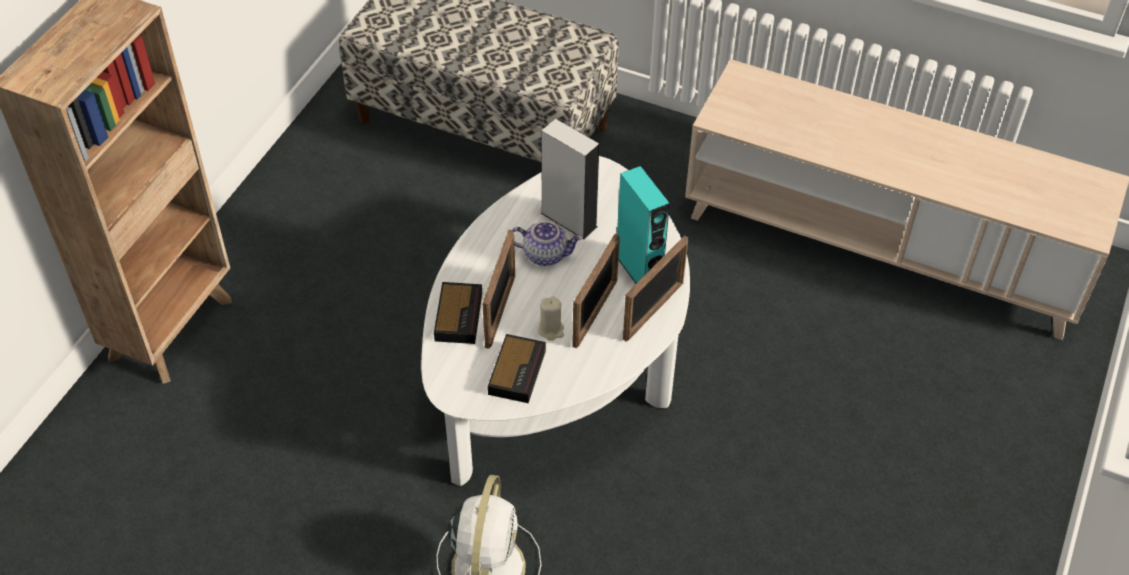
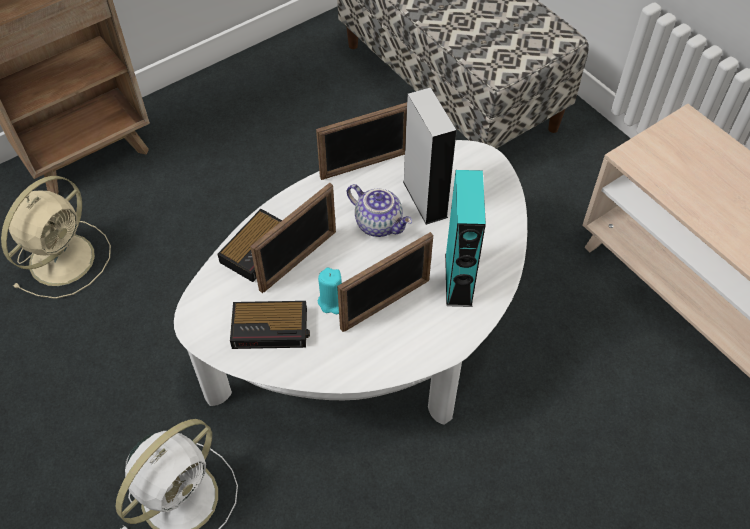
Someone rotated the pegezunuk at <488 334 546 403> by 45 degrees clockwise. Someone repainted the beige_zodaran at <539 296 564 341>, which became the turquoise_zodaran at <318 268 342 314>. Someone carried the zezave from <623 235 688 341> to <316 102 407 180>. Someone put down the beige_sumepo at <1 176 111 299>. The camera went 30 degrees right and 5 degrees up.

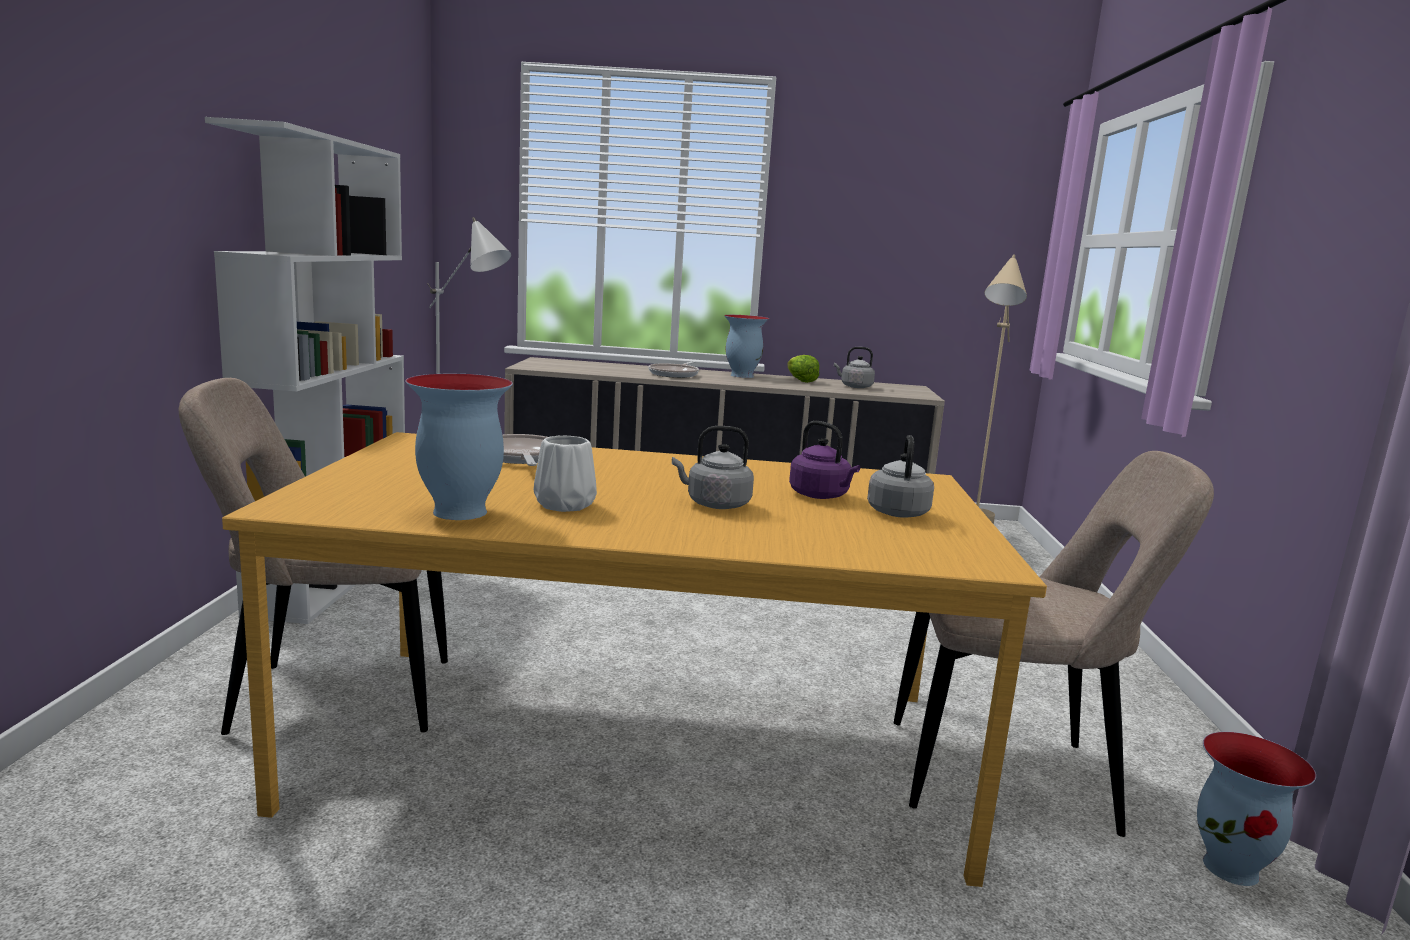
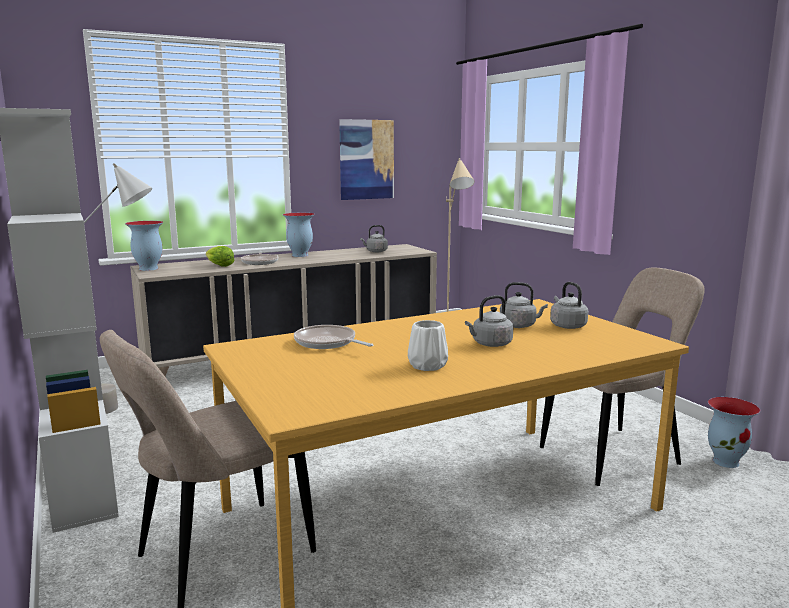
Someone carried the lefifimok from <405 374 513 520> to <125 221 163 271>. Someone carried the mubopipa from <787 355 819 383> to <206 246 234 267>. Someone repainted the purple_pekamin at <789 421 860 499>, which became the grey_pekamin at <500 282 548 328>. Someone put up the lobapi at <339 119 394 200>. The camera went 30 degrees left and 0 degrees up.

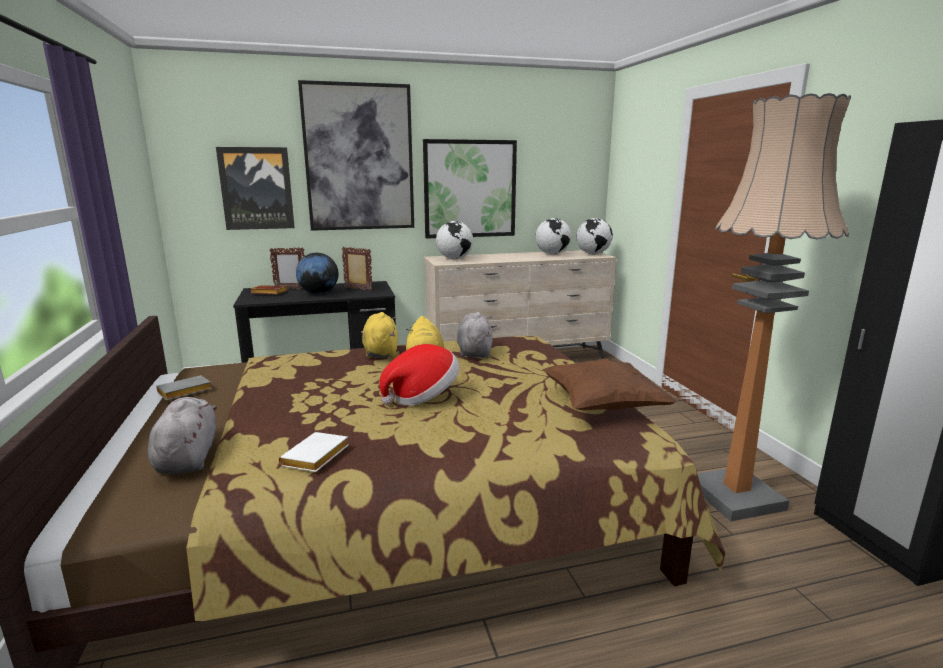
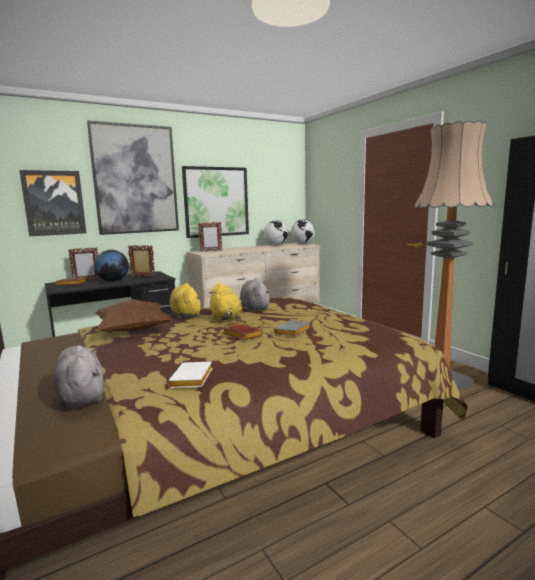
Someone carried the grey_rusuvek from <156 375 212 400> to <274 320 310 336>. Someone swapped the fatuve at <379 344 460 406> for the brown_rusuvek at <223 324 263 340>. Someone swapped the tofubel at <436 221 473 259> for the zezave at <198 222 223 252>. Someone carried the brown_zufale from <542 359 677 410> to <95 299 172 332>. The camera went 15 degrees left and 5 degrees down.

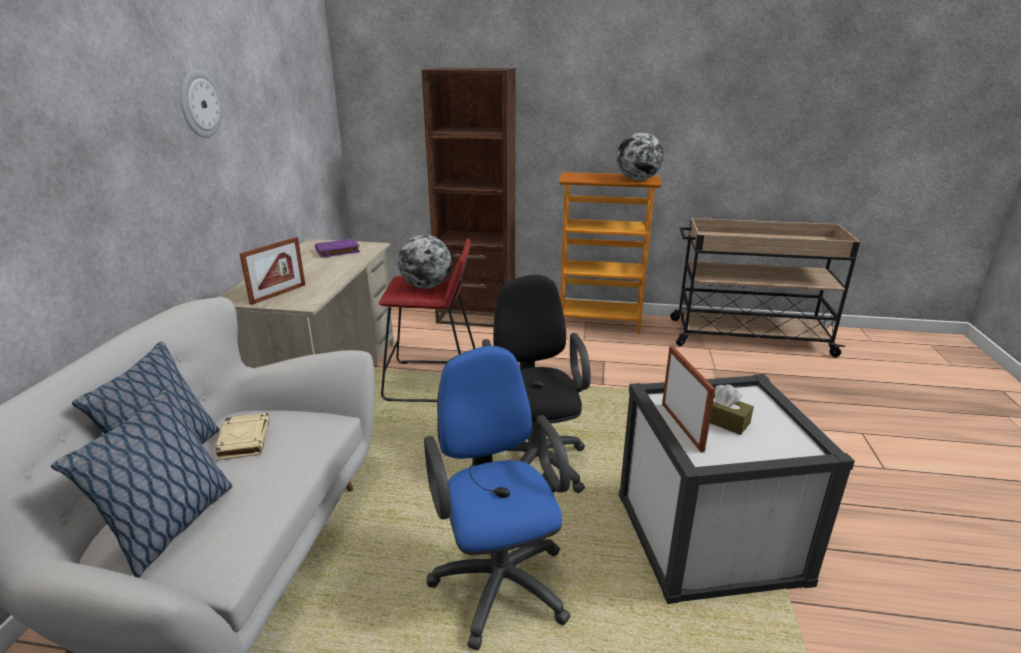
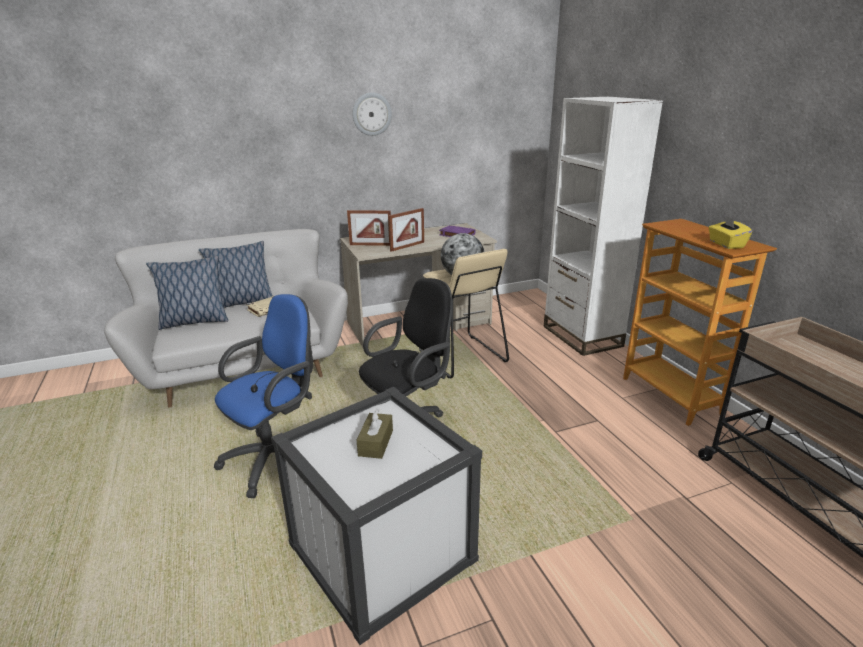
Someone repainted the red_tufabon at <379 238 476 402>, which became the beige_tufabon at <419 249 509 379>. Someone repainted the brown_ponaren at <422 68 516 327>, which became the white_ponaren at <544 97 663 356>. Someone swapped the tofubel at <617 132 664 180> for the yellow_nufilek at <709 215 752 249>. Someone carried the zezave from <662 346 715 453> to <389 208 424 252>. The camera went 60 degrees right and 0 degrees up.

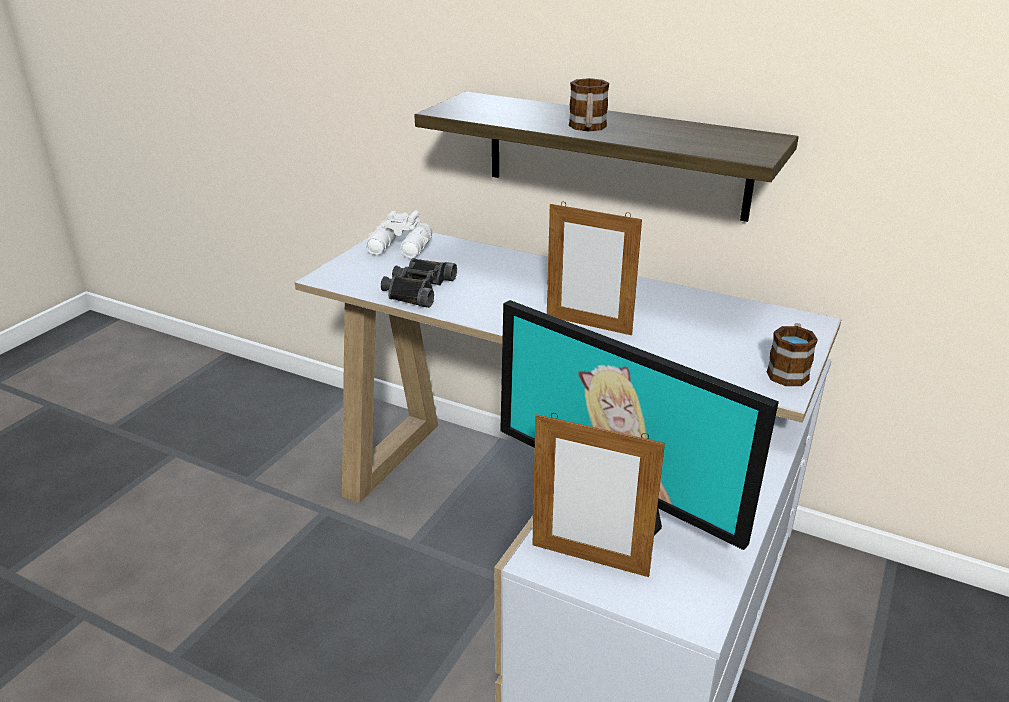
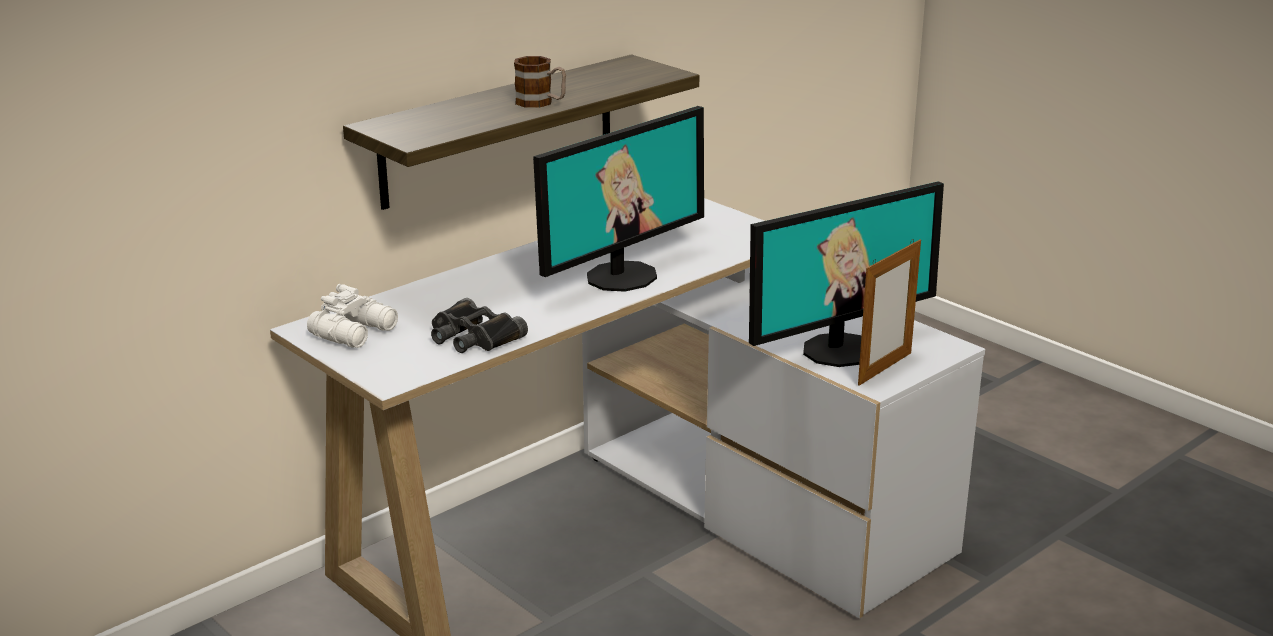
Someone swapped the zezave at <547 202 642 335> for the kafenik at <533 106 704 292>. Someone took away the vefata at <767 323 818 386>. The camera went 70 degrees left and 5 degrees down.

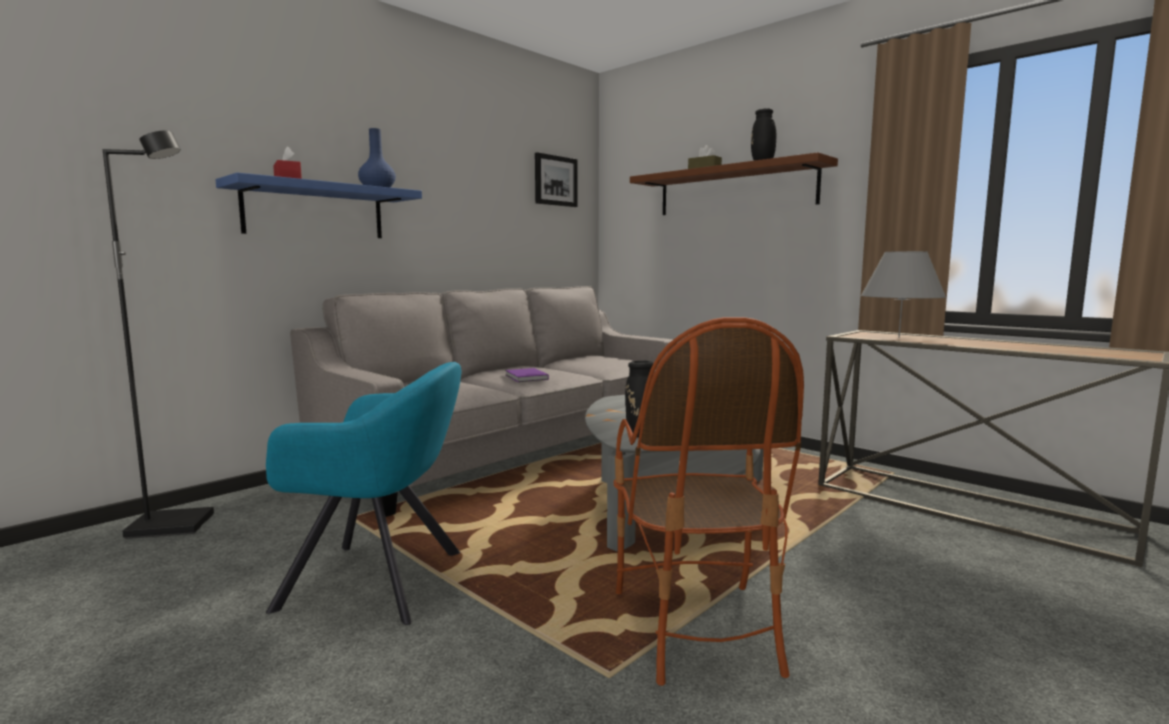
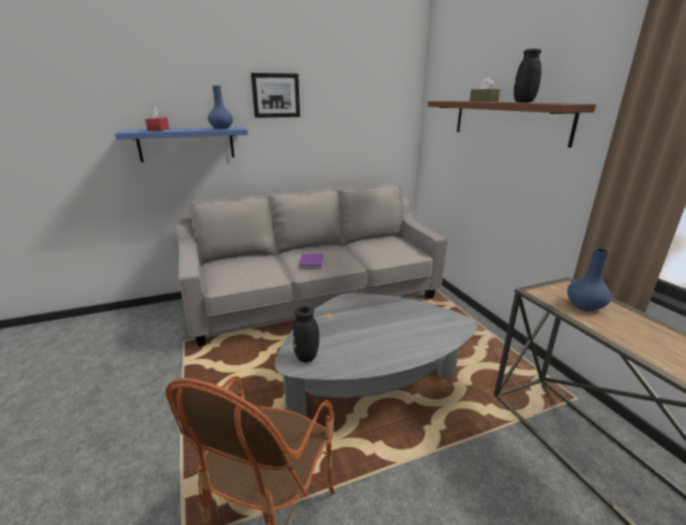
Someone took away the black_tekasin at <103 130 214 539>. Someone took away the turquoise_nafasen at <266 362 461 625>. Someone carried the lobapi from <535 152 578 207> to <251 73 300 118>. Someone swapped the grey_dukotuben at <861 251 946 338> for the blue_lefifimok at <567 248 612 311>. The camera went 25 degrees right and 15 degrees up.

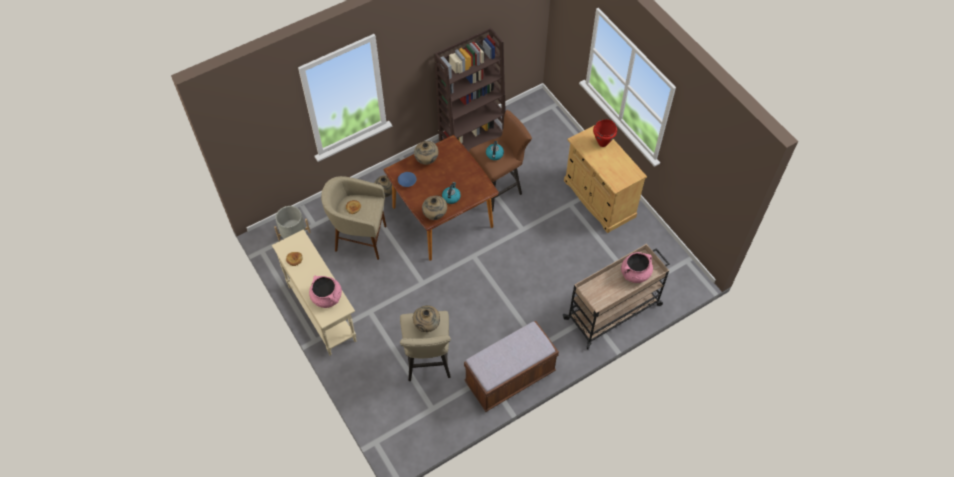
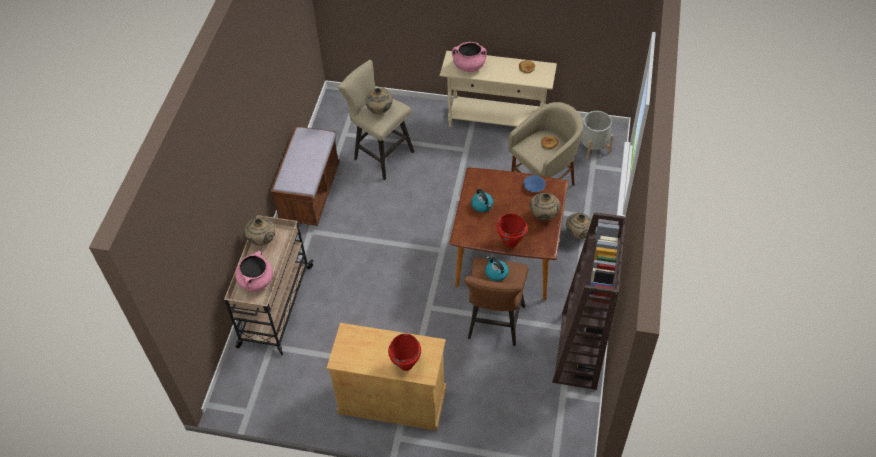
Someone carried the beige_lefifimok from <422 195 447 220> to <245 217 275 245>. Someone put down the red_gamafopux at <497 213 528 248>. The camera went 135 degrees right and 5 degrees down.

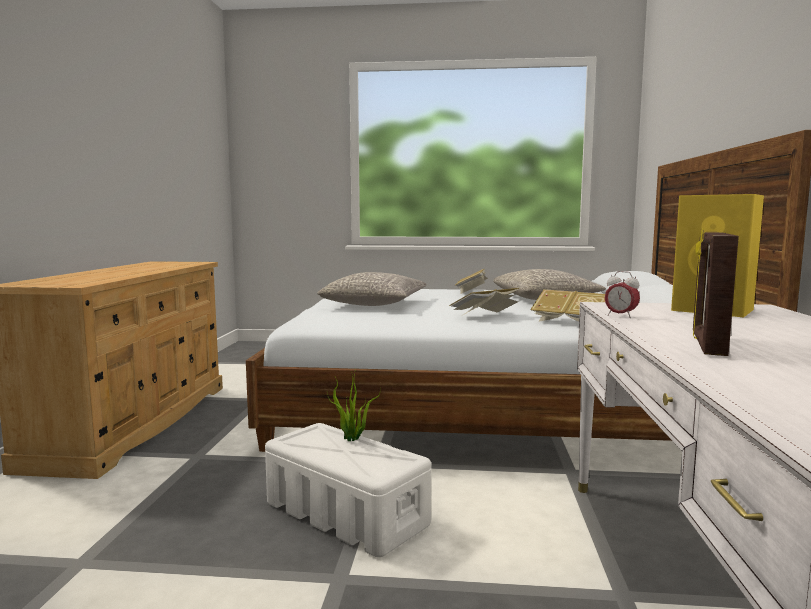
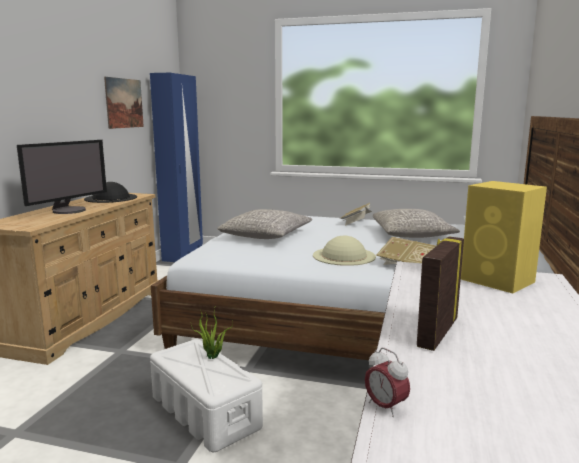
Someone swapped the rusuvek at <449 288 519 316> for the beige_fatuve at <313 236 376 266>. Someone carried the pegezunuk from <605 271 640 318> to <365 348 410 417>. Someone put down the kafenik at <17 140 107 214>. Someone put down the black_fatuve at <84 182 137 203>. Someone put up the lobapi at <104 77 144 129>. Someone put down the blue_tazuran at <150 73 203 262>. The camera went 10 degrees right and 5 degrees up.

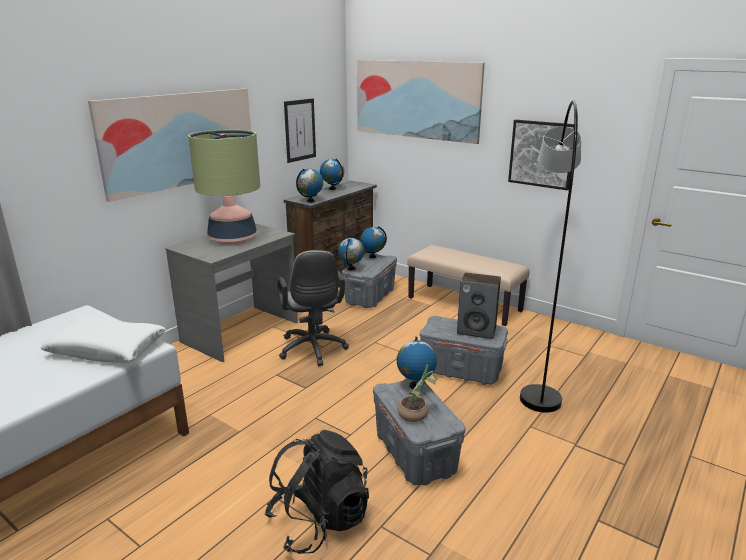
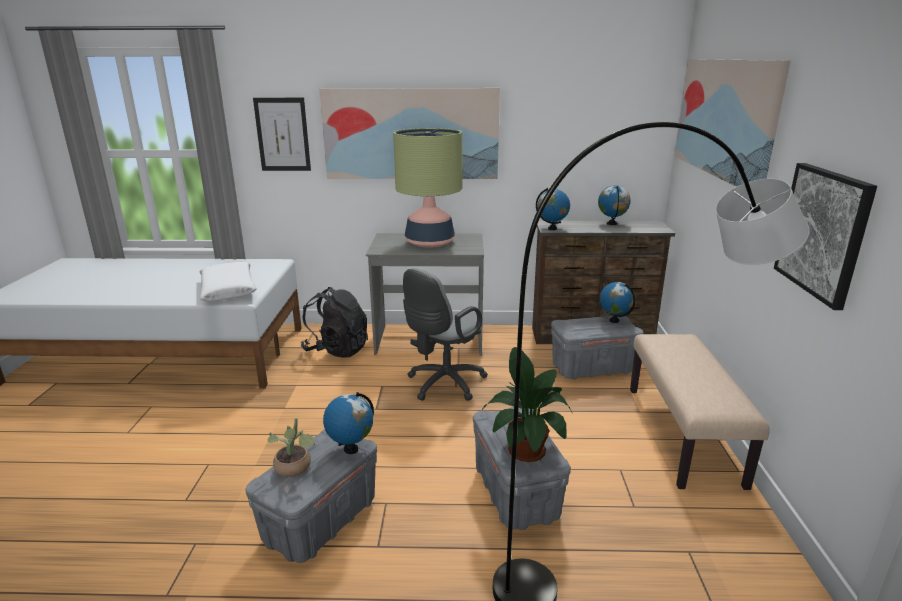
Someone carried the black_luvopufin from <265 430 369 554> to <301 287 368 358>. Someone carried the lobapi from <284 99 316 163> to <253 98 311 171>. Someone took away the tofubel at <338 238 364 270>. Someone swapped the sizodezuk at <457 273 501 339> for the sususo at <482 347 573 462>. The camera went 55 degrees right and 0 degrees up.

